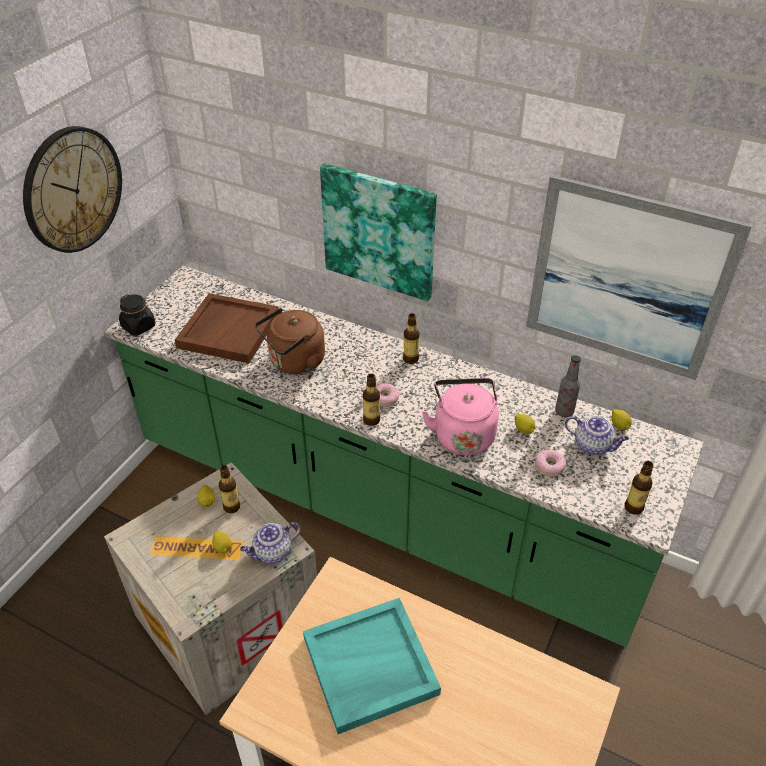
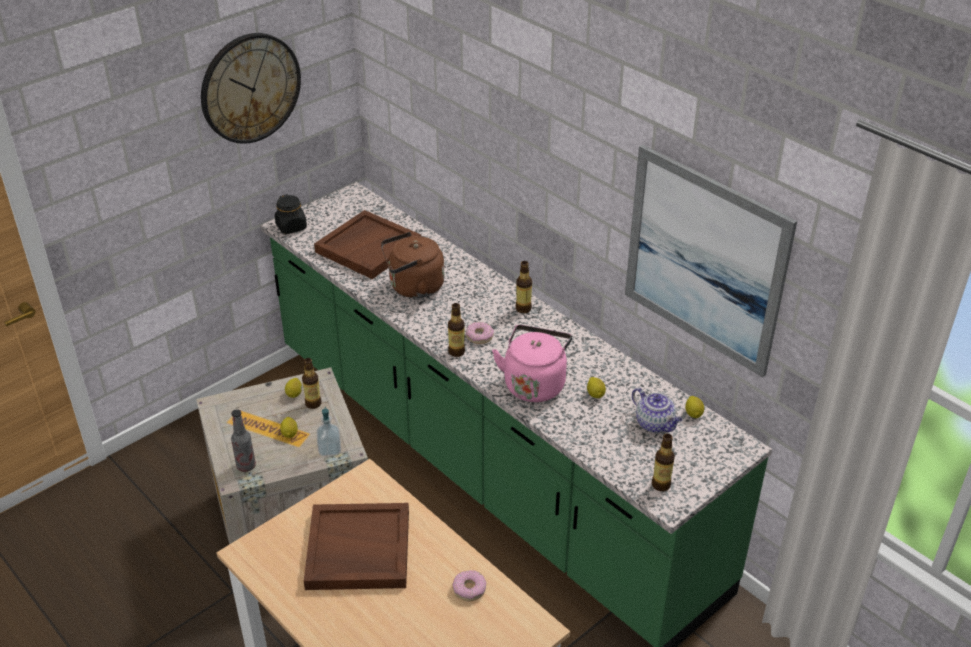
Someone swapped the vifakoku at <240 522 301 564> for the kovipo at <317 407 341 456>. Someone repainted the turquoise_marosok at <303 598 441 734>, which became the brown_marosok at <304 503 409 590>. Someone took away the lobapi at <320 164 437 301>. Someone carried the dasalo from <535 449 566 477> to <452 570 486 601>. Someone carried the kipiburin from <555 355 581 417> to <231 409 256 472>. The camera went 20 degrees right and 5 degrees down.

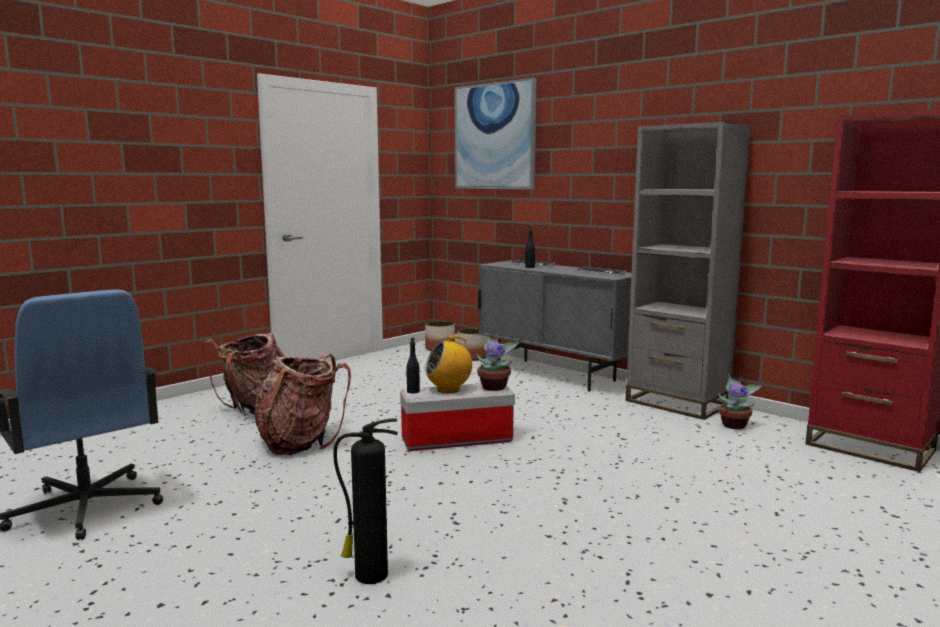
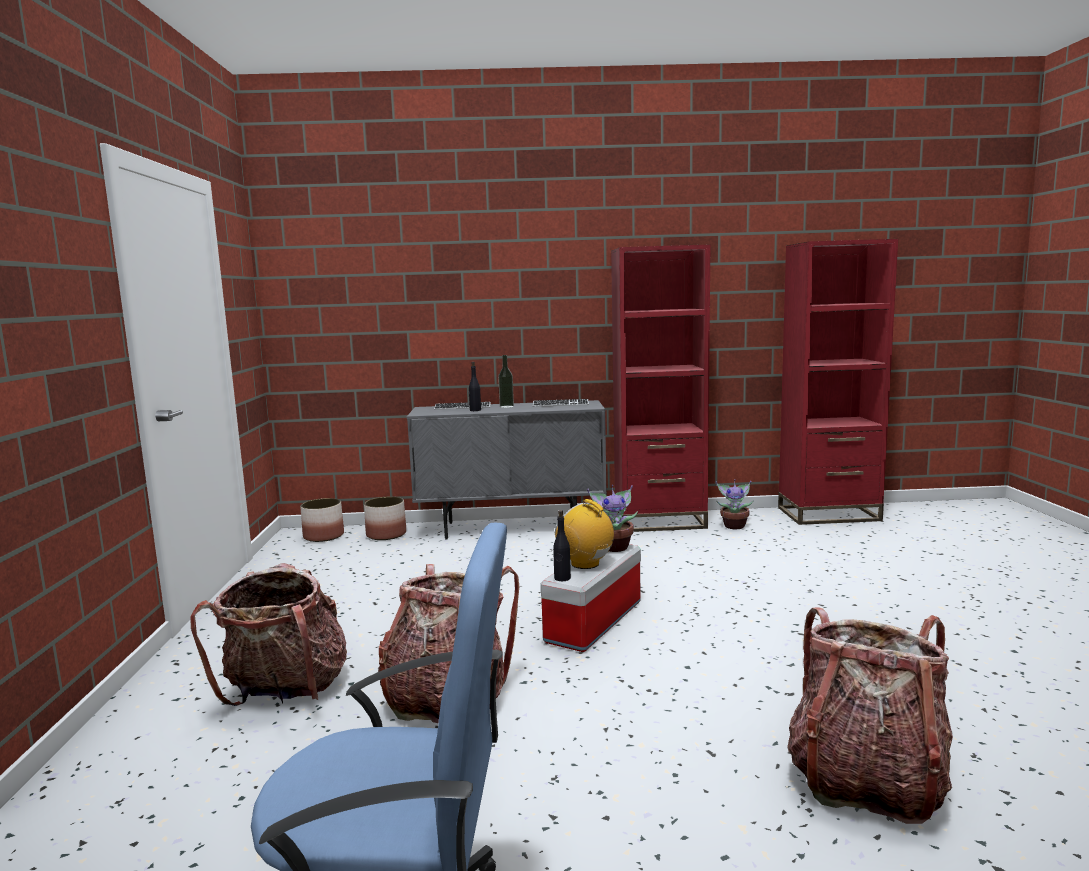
Someone swapped the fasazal at <333 418 398 584> for the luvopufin at <787 607 953 824>. Someone rotated the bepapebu at <425 335 472 393> by 105 degrees clockwise. Someone took away the lobapi at <455 78 537 190>. Someone repainted the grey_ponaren at <626 122 750 420>, which became the red_ponaren at <611 245 710 532>. Someone put down the kipiburin at <498 355 514 408>. The camera went 45 degrees left and 0 degrees up.

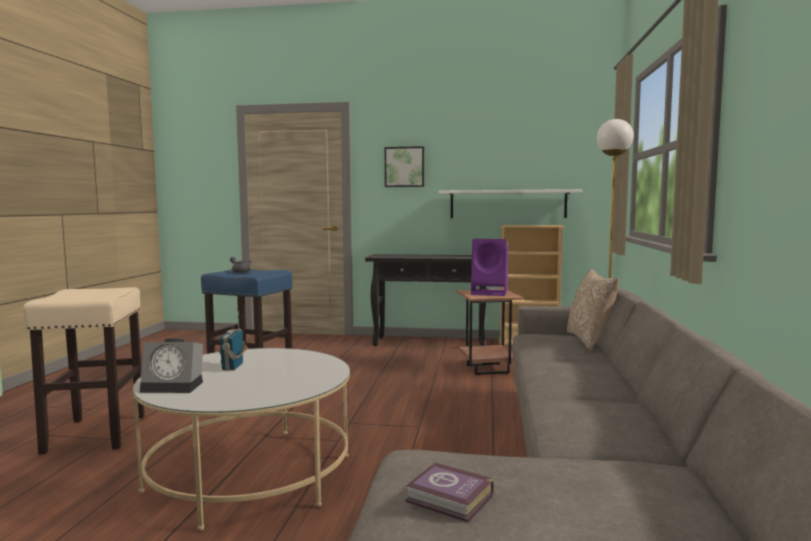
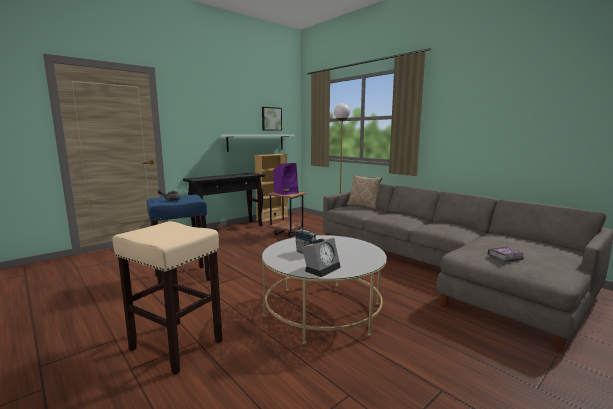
Someone carried the lobapi from <385 146 424 187> to <262 107 282 131>. The camera went 50 degrees left and 5 degrees up.

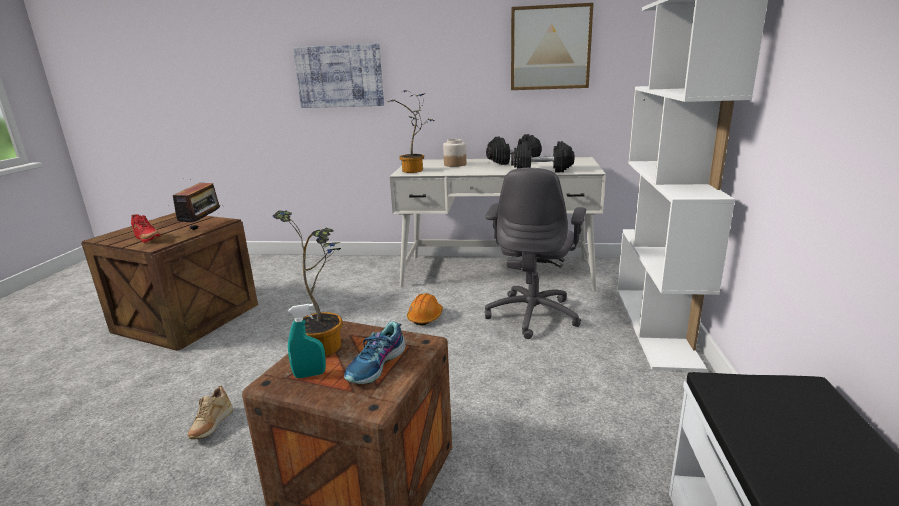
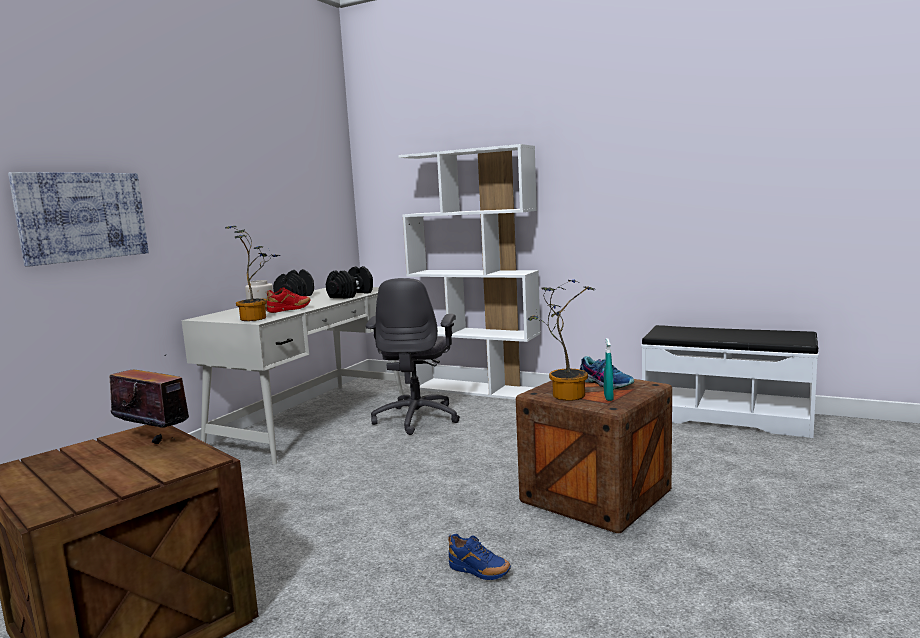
Someone carried the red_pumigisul from <131 214 161 243> to <267 287 311 313>. Someone repainted the beige_pumigisul at <188 386 233 439>, which became the blue_pumigisul at <448 534 511 580>. Someone took away the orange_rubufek at <407 293 443 325>. Someone rotated the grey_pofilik at <485 168 586 339> by 60 degrees clockwise. Someone took away the lobapi at <511 3 594 90>. The camera went 70 degrees left and 10 degrees down.

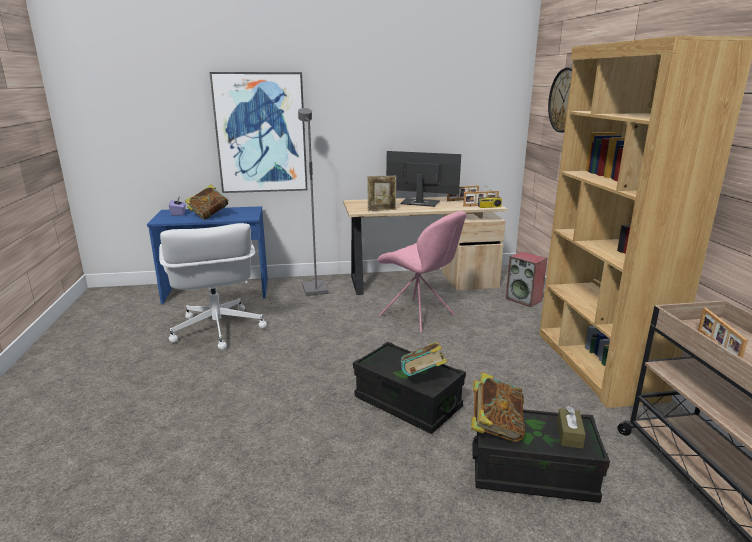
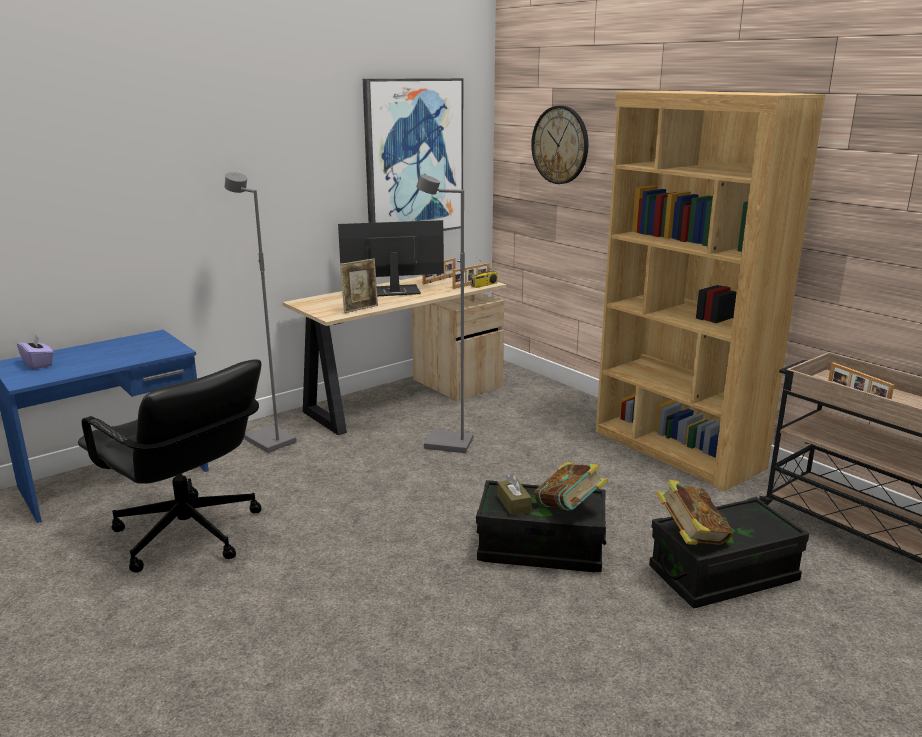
Someone repainted the white_pofilik at <159 223 267 350>, which became the black_pofilik at <78 359 262 572>. Someone took away the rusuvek at <185 185 228 220>. Someone carried the lobapi from <209 72 307 193> to <363 78 463 231>. Someone swapped the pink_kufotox at <377 211 466 333> for the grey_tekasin at <416 174 474 453>. Someone took away the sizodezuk at <506 251 547 307>. Someone carried the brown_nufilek from <557 406 586 449> to <497 474 532 516>. The camera went 30 degrees left and 0 degrees up.

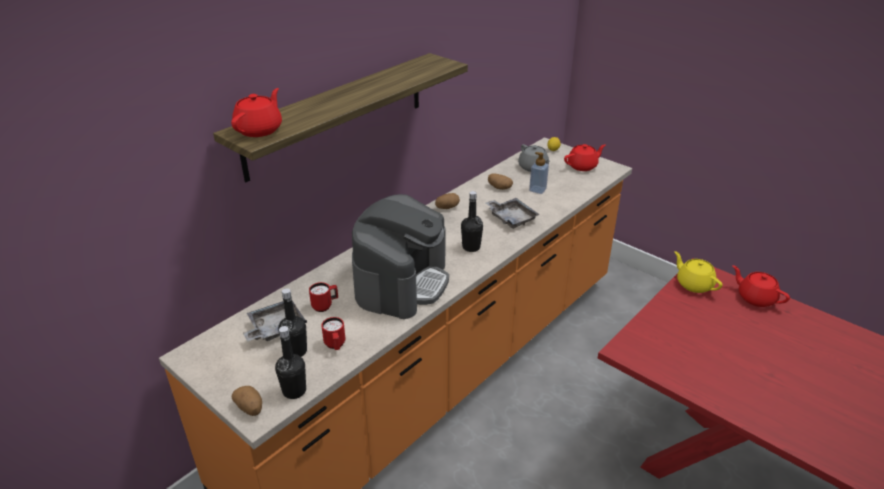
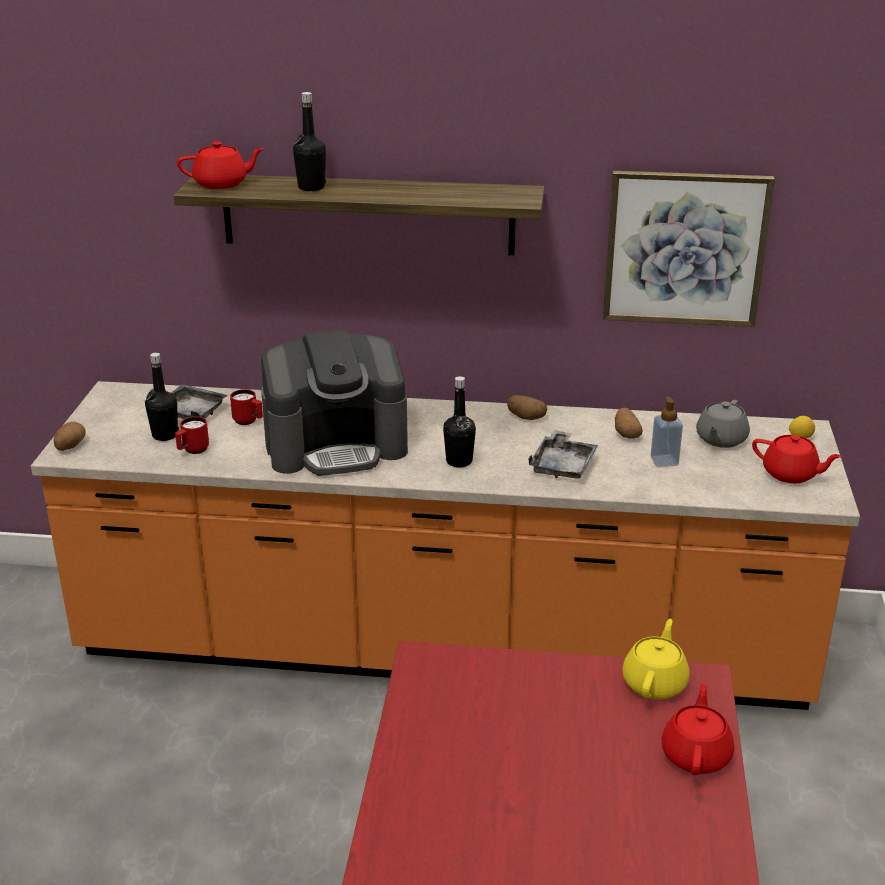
Someone carried the black_kipiburin from <275 326 306 399> to <293 92 326 191>. Someone put up the lobapi at <603 171 775 327>. The camera went 55 degrees right and 5 degrees down.

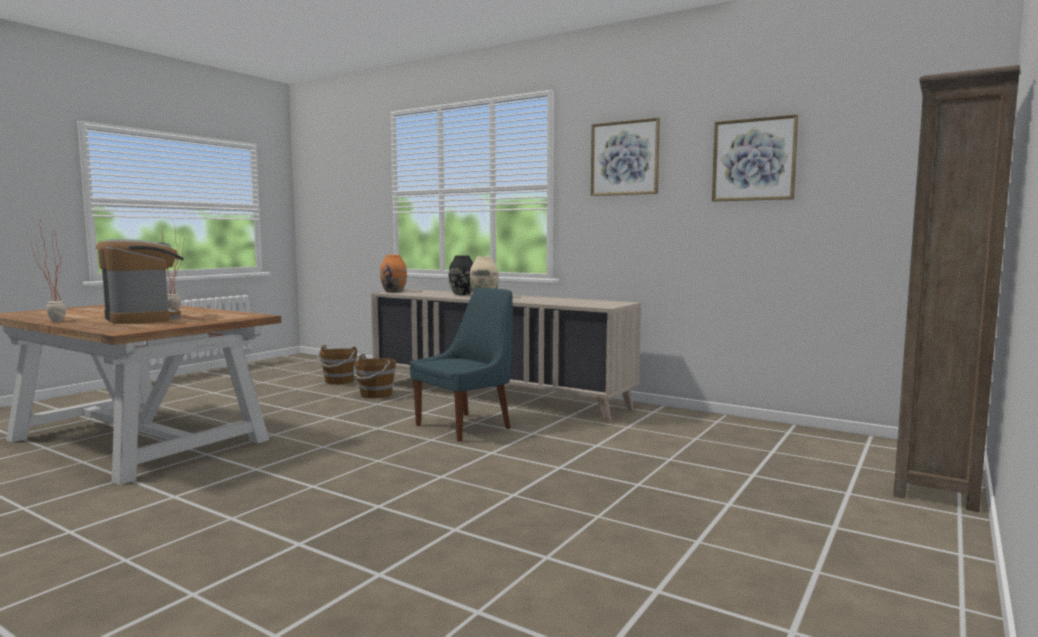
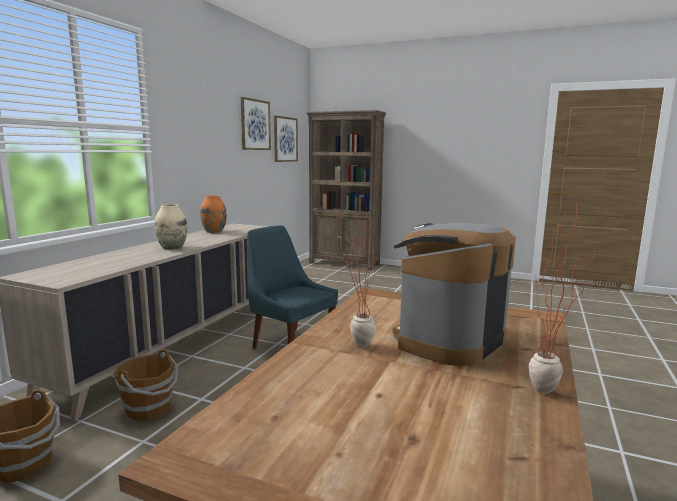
Someone carried the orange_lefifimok from <380 255 407 293> to <200 195 227 233>. Someone took away the black_lefifimok at <449 255 473 295>. Someone carried the lobapi from <591 118 660 196> to <274 116 298 162>. The camera went 100 degrees left and 5 degrees up.

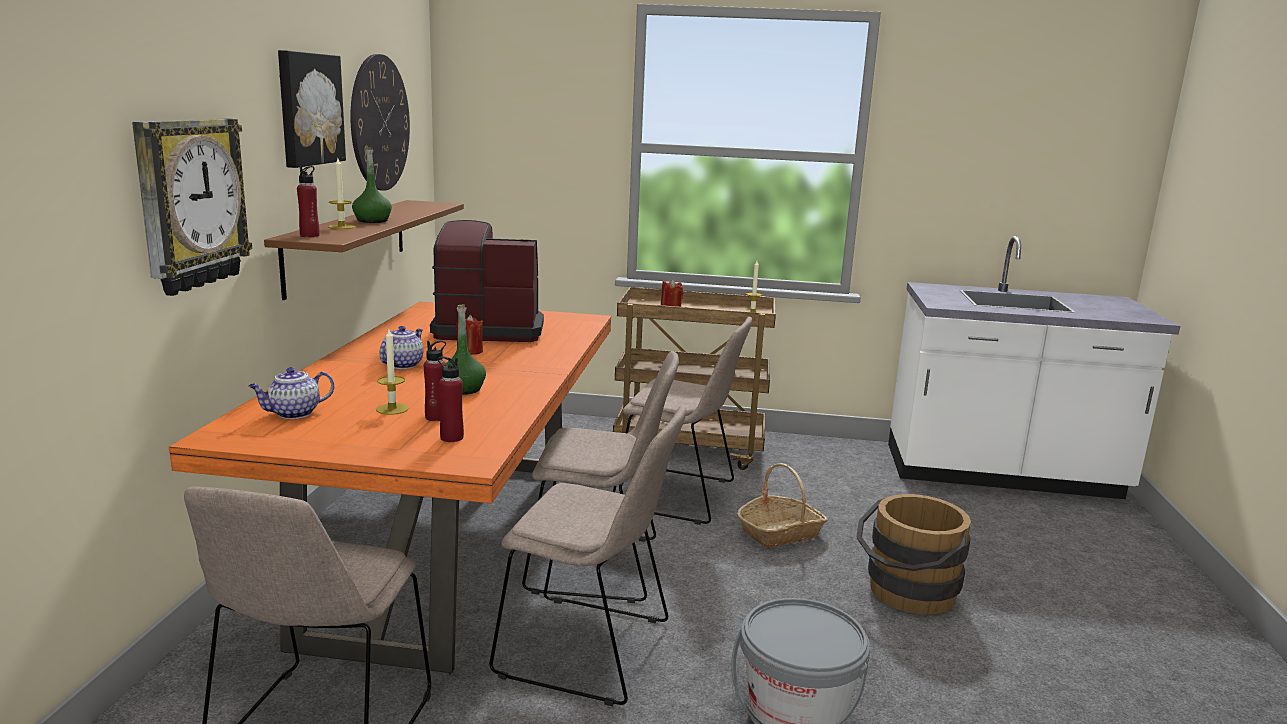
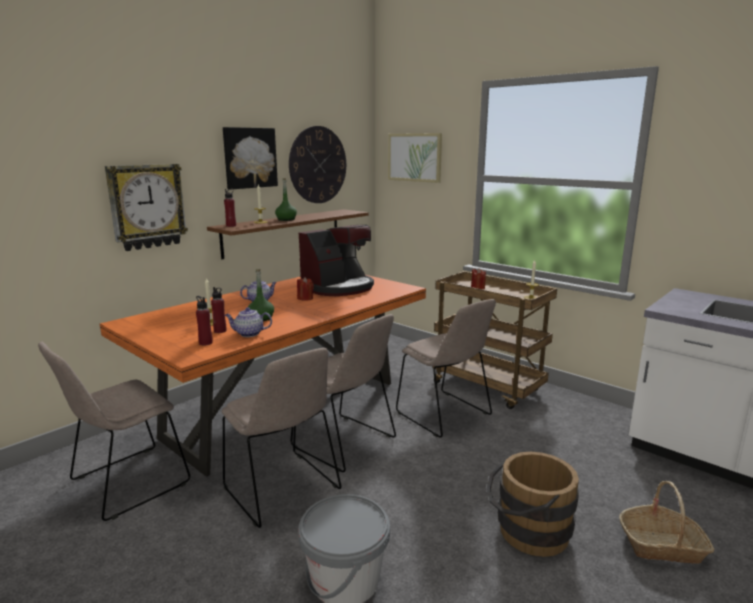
Someone carried the vifakoku from <248 367 334 419> to <225 307 272 337>. Someone rotated the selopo at <430 220 544 342> by 105 degrees clockwise. Someone carried the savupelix from <737 463 828 548> to <619 481 714 564>. Someone put up the lobapi at <388 133 442 183>. The camera went 35 degrees right and 0 degrees up.

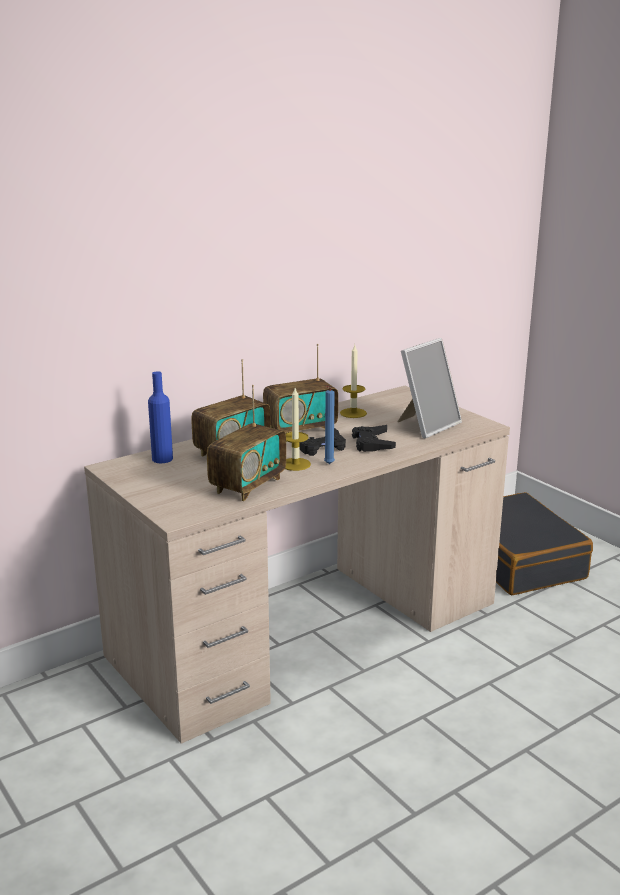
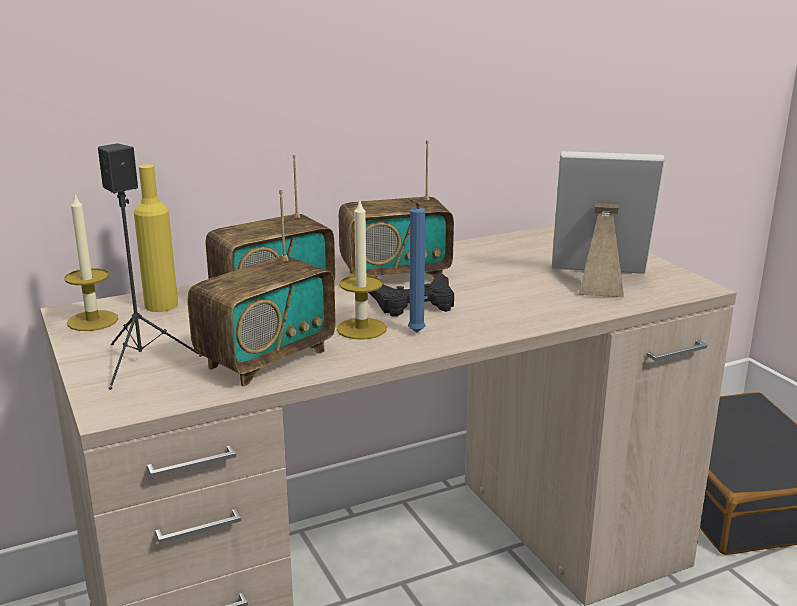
Someone repainted the blue_kipiburin at <148 371 173 463>, which became the yellow_kipiburin at <134 164 178 312>. Someone carried the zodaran from <340 345 367 418> to <64 192 118 331>. Someone took away the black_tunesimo at <352 425 396 452>. Someone rotated the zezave at <398 338 462 438> by 135 degrees counterclockwise. Someone put down the black_sizodezuk at <98 143 203 390>. The camera went 10 degrees right and 0 degrees up.

